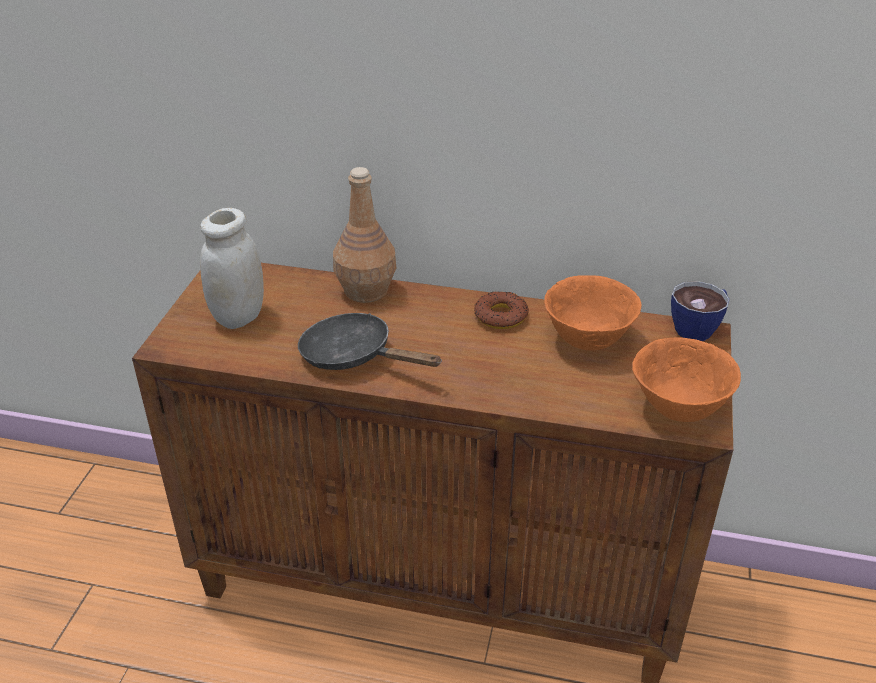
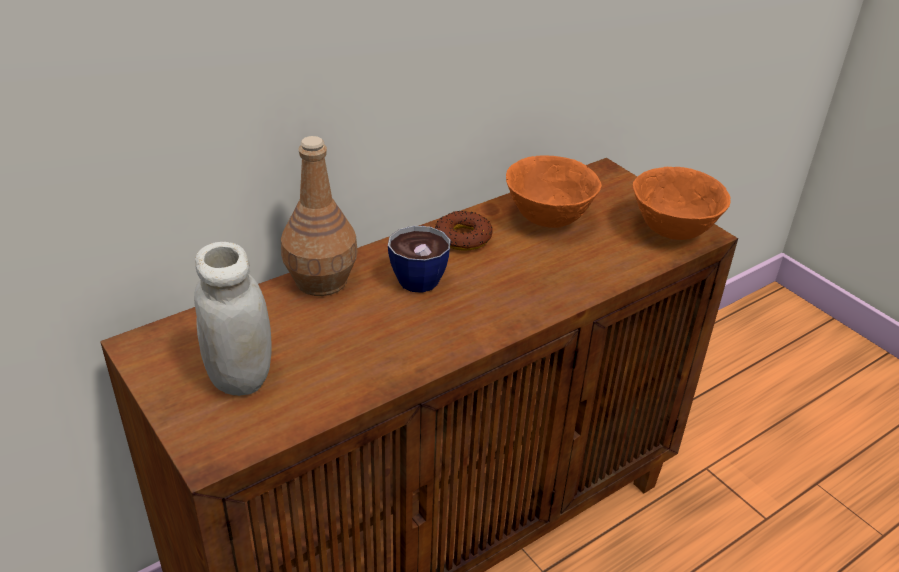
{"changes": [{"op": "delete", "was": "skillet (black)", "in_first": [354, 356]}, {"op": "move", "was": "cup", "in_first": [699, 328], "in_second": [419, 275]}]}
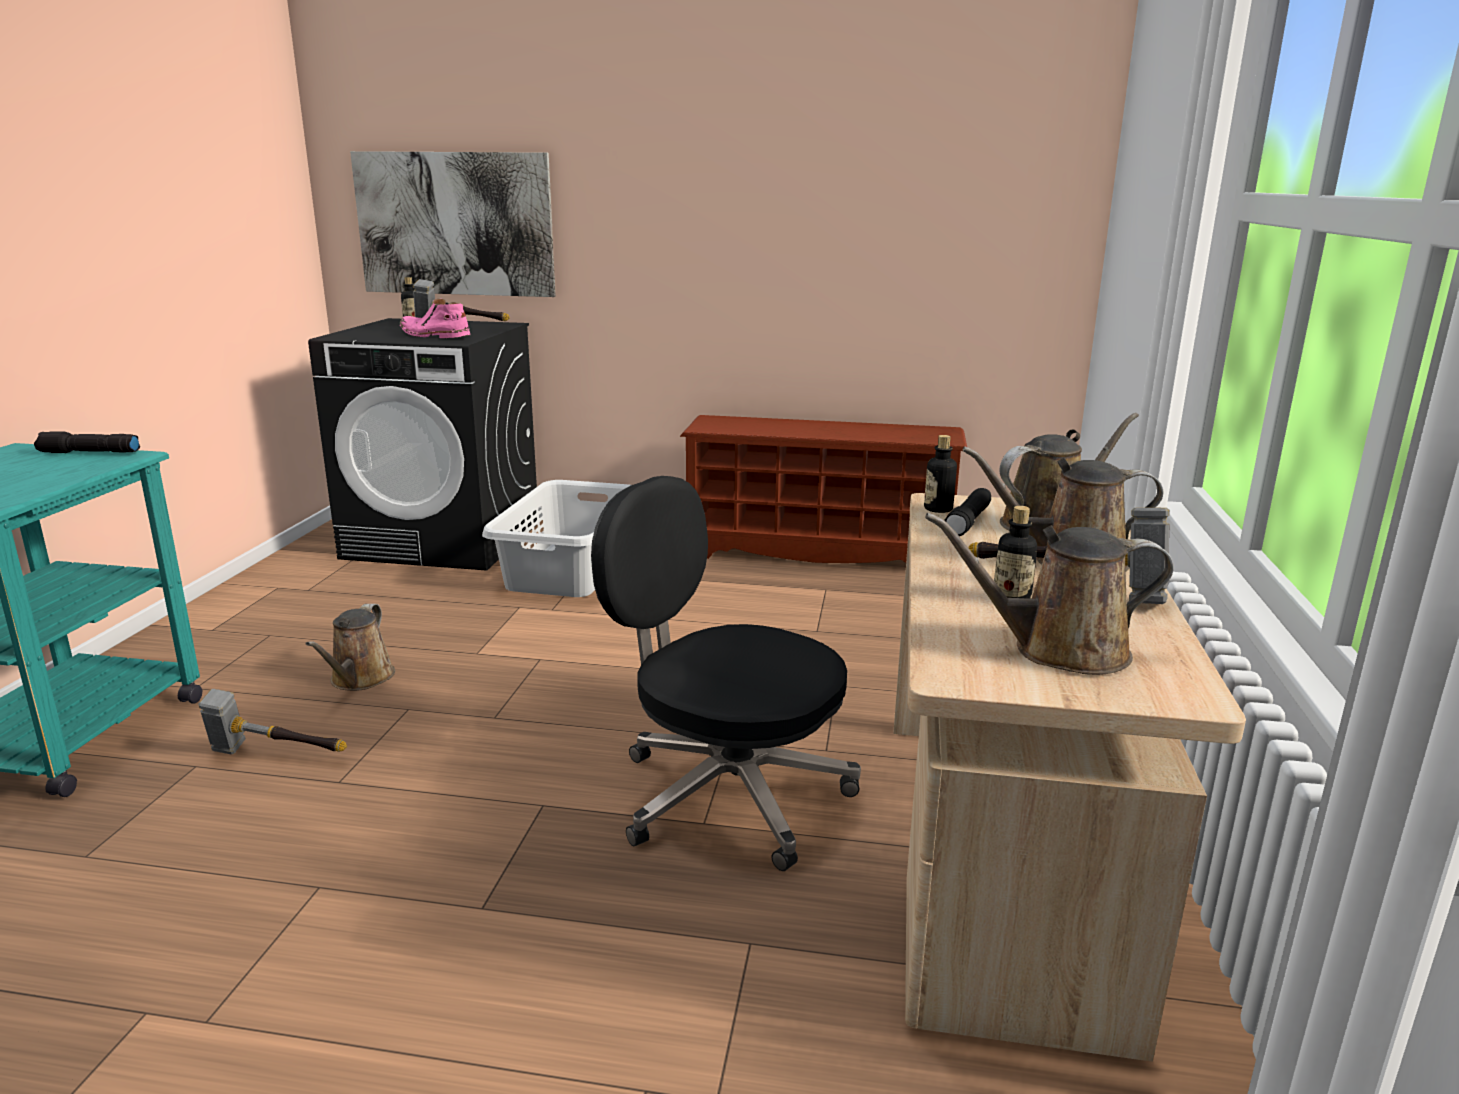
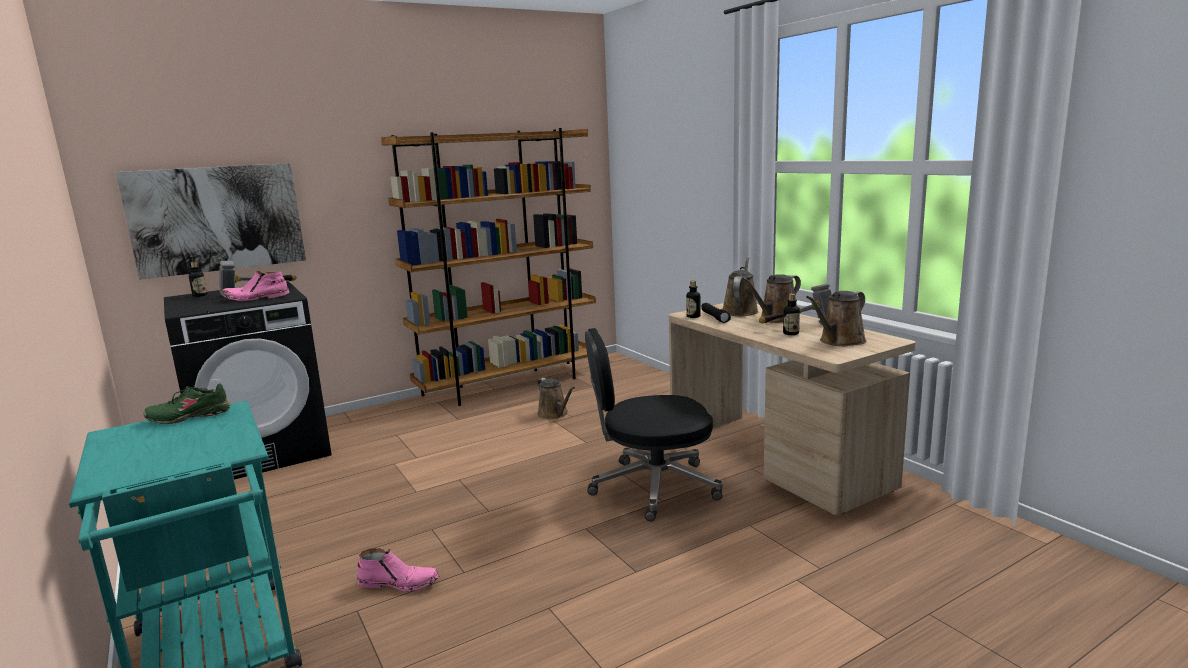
{"changes": [{"op": "delete", "was": "washing basket (gray)", "in_first": [571, 569]}, {"op": "move", "was": "watering can (brown-coloured)", "in_first": [359, 679], "in_second": [554, 414]}, {"op": "replace", "was": "hand torch (black)", "now": "item of footwear (green)", "in_first": [88, 453], "in_second": [189, 416]}, {"op": "replace", "was": "hand hammer", "now": "high-top boot (pink)", "in_first": [274, 757], "in_second": [399, 582]}, {"op": "replace", "was": "shoe rack (brown-coloured)", "now": "bookcase (brown-coloured)", "in_first": [820, 552], "in_second": [509, 384]}]}
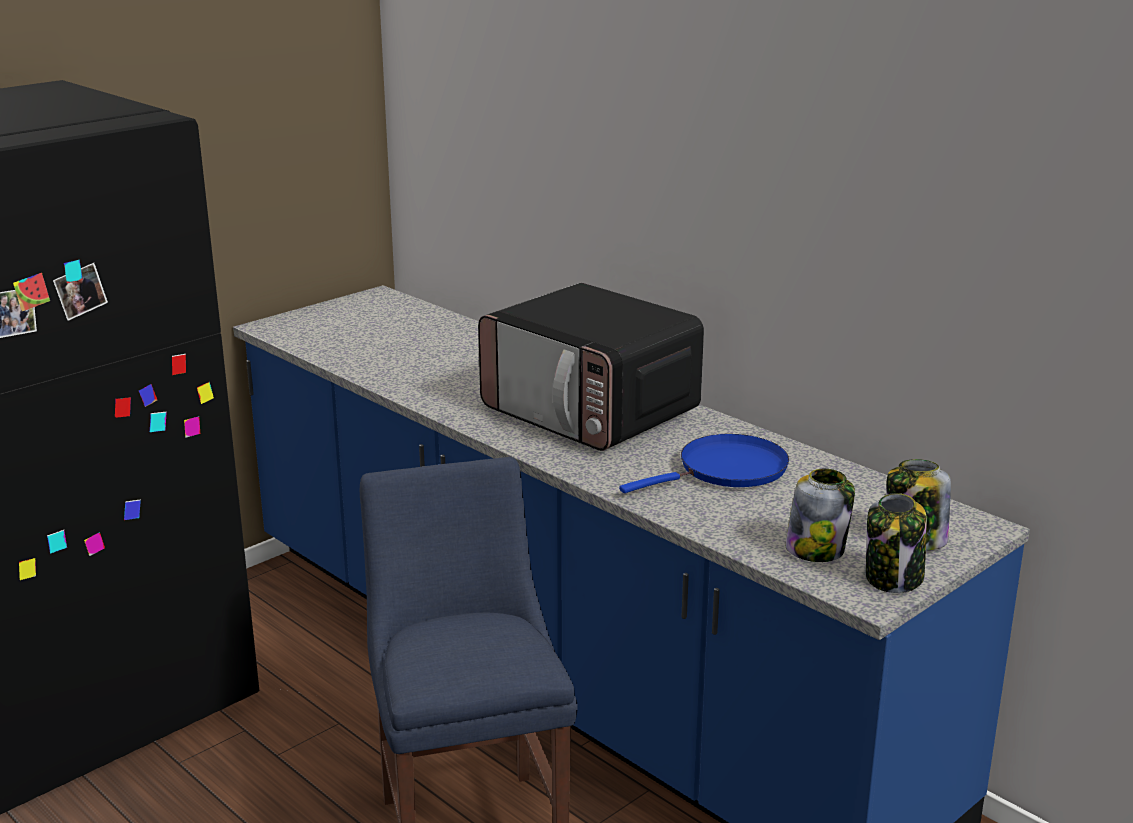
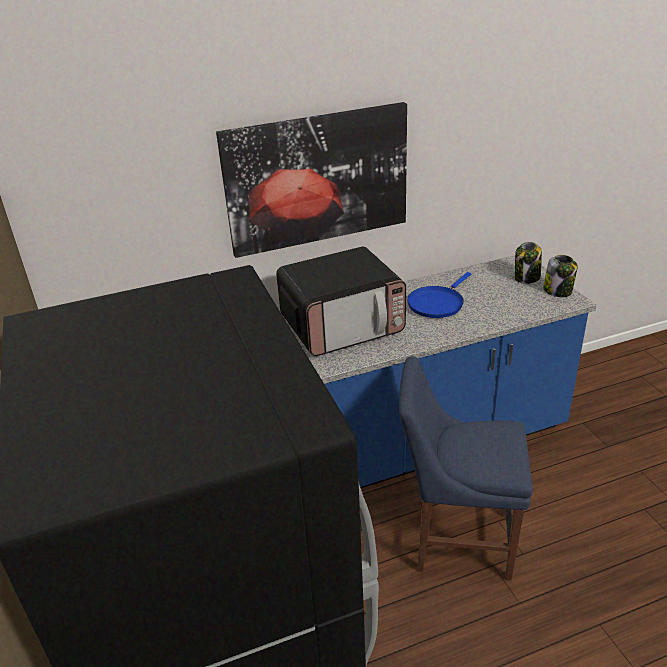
{"changes": [{"op": "delete", "was": "preserve jar", "in_first": [816, 549]}, {"op": "insert", "now": "picture", "in_second": [317, 179]}, {"op": "rotate", "was": "skillet (blue)", "in_first": [727, 470], "in_second": [437, 303], "clockwise": -135}]}
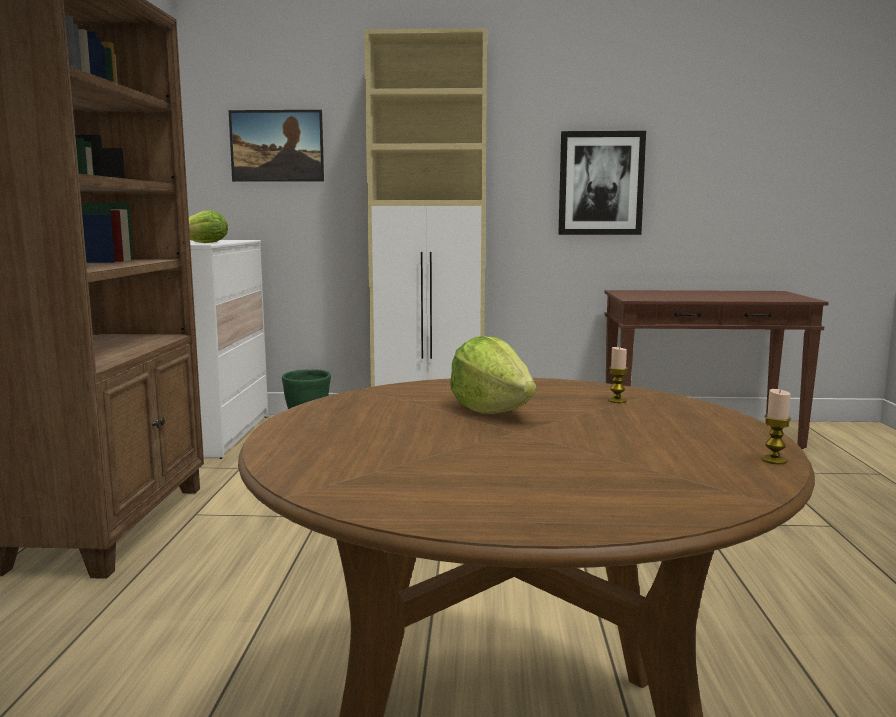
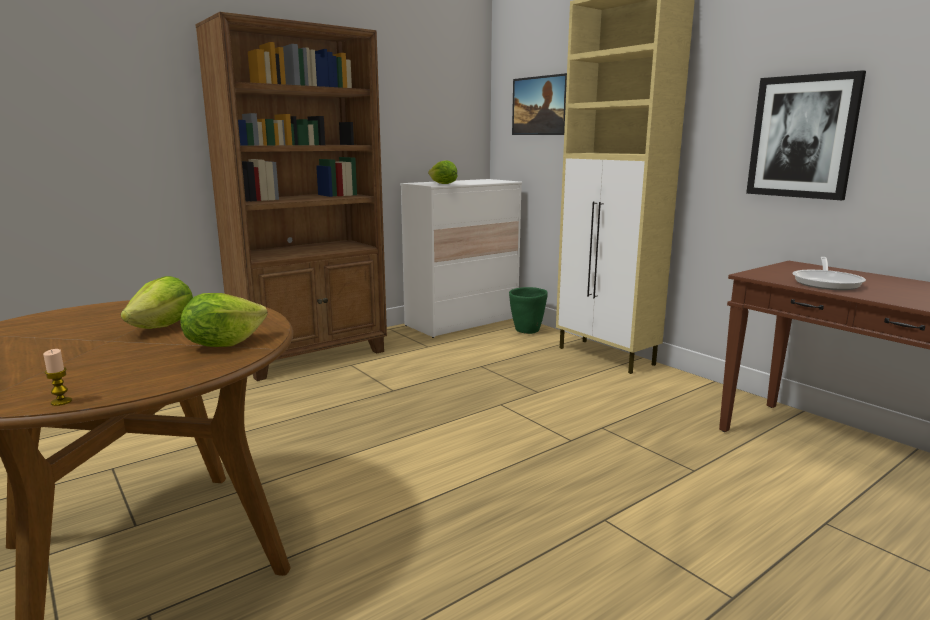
{"changes": [{"op": "insert", "now": "skillet", "in_second": [827, 282]}, {"op": "replace", "was": "wax candle", "now": "head of lettuce", "in_first": [617, 401], "in_second": [223, 344]}]}
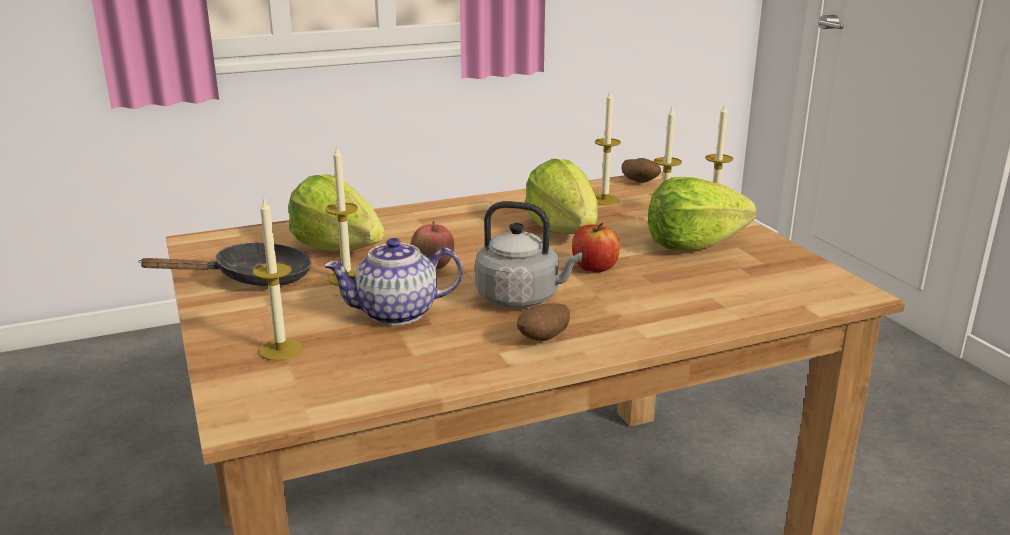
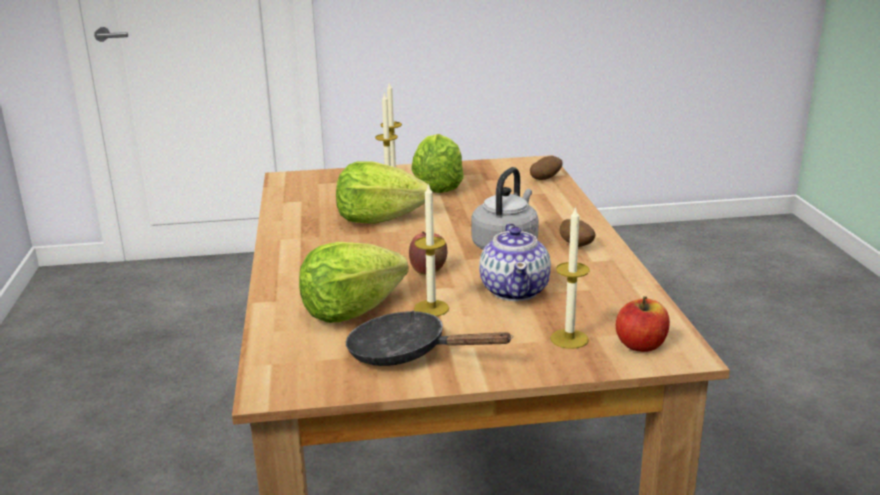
{"changes": [{"op": "delete", "was": "wax candle", "in_first": [604, 200]}, {"op": "move", "was": "apple fruit", "in_first": [594, 267], "in_second": [641, 345]}, {"op": "move", "was": "spud", "in_first": [640, 182], "in_second": [545, 179]}, {"op": "rotate", "was": "skillet (black)", "in_first": [254, 279], "in_second": [407, 353], "clockwise": -60}]}
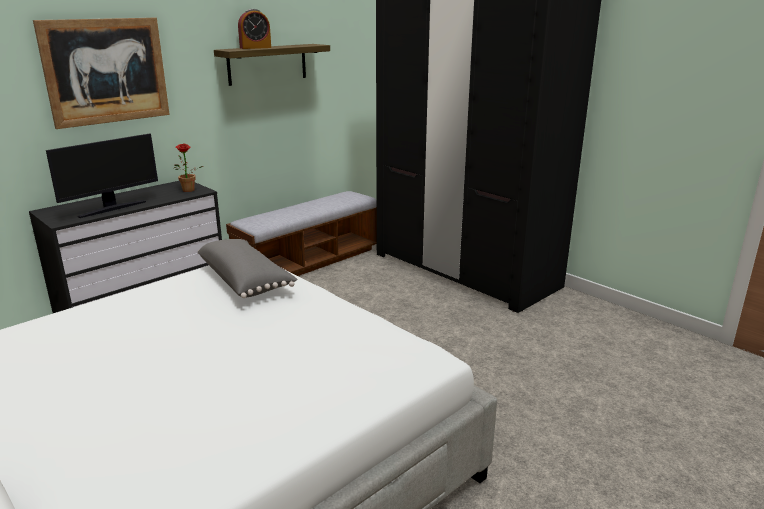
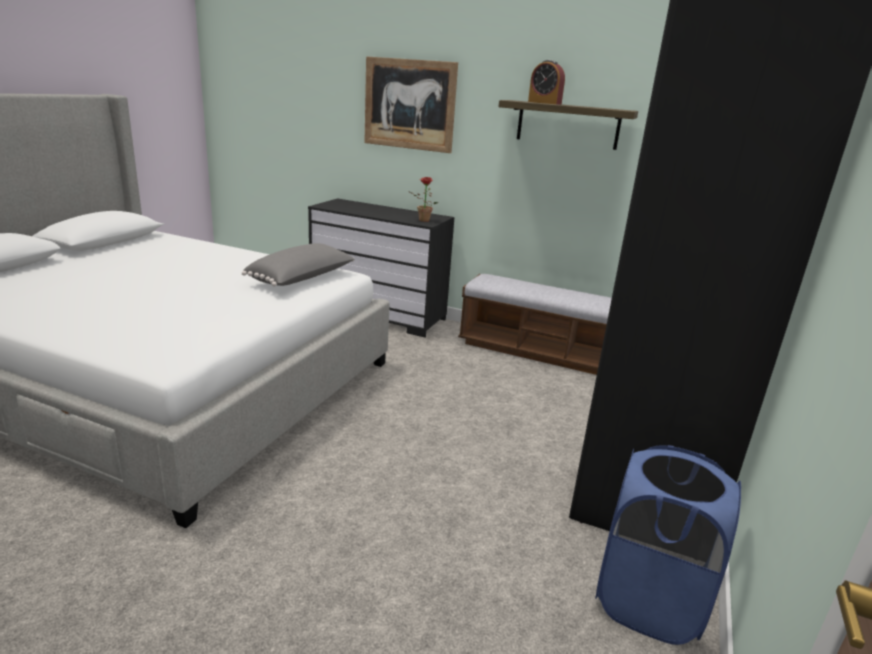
{"changes": [{"op": "delete", "was": "computer display", "in_first": [112, 208]}, {"op": "insert", "now": "washing basket (blue)", "in_second": [648, 601]}]}
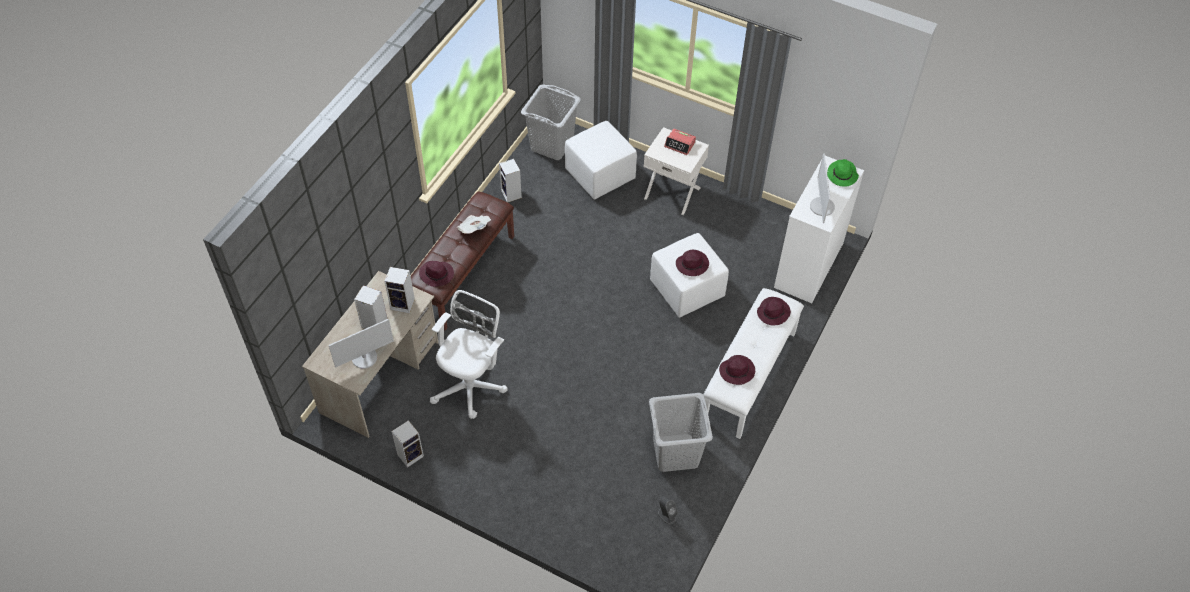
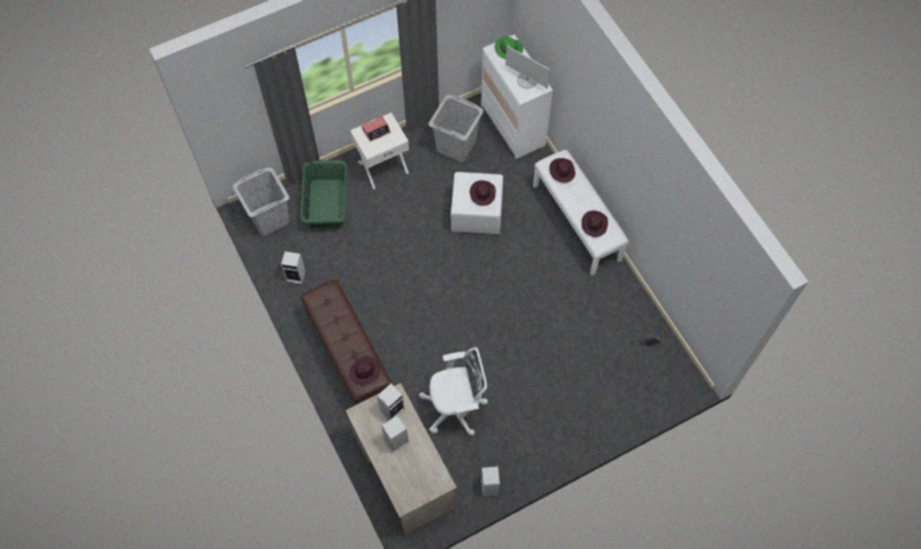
{"changes": [{"op": "delete", "was": "computer display", "in_first": [364, 358]}, {"op": "delete", "was": "newspaper", "in_first": [474, 229]}, {"op": "move", "was": "washing basket (gray)", "in_first": [676, 453], "in_second": [456, 146]}, {"op": "replace", "was": "ottoman (white)", "now": "washing basket (green)", "in_first": [599, 175], "in_second": [326, 204]}, {"op": "rotate", "was": "desk chair (white)", "in_first": [471, 385], "in_second": [456, 408], "clockwise": 105}]}
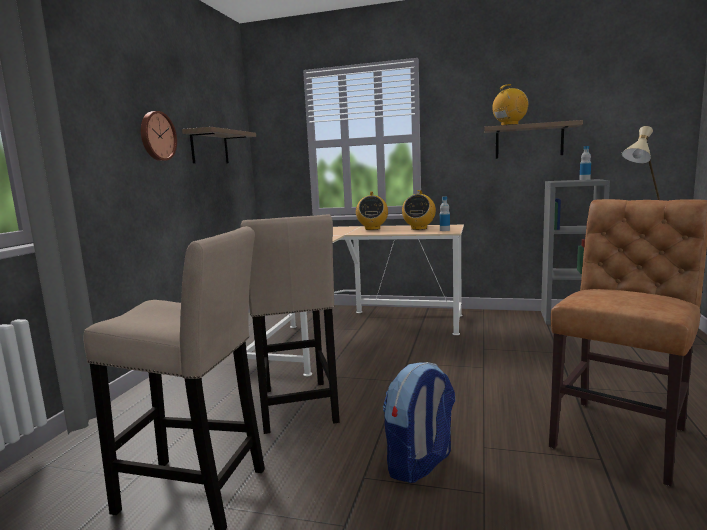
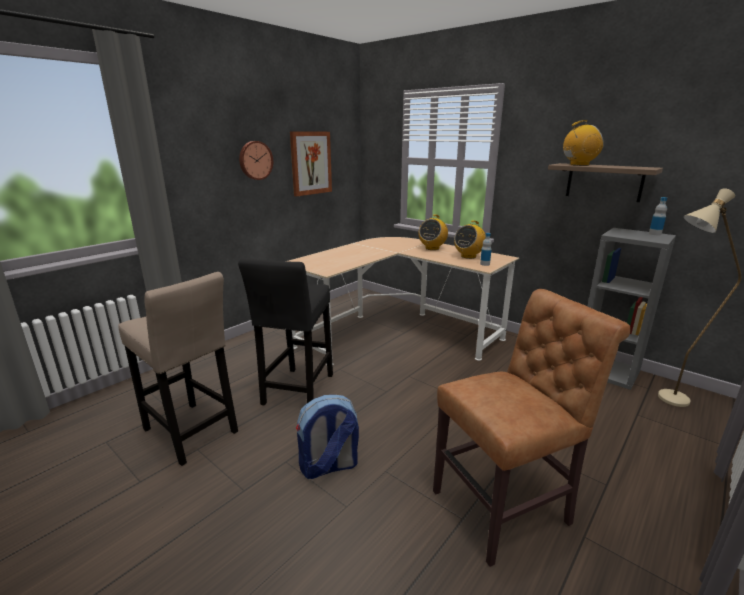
{"changes": [{"op": "replace", "was": "shelf", "now": "picture", "in_first": [209, 147], "in_second": [311, 163]}, {"op": "recolor", "was": "sitting stool (beige-coloured)", "now": "sitting stool (black)", "in_first": [298, 408], "in_second": [297, 392]}]}
